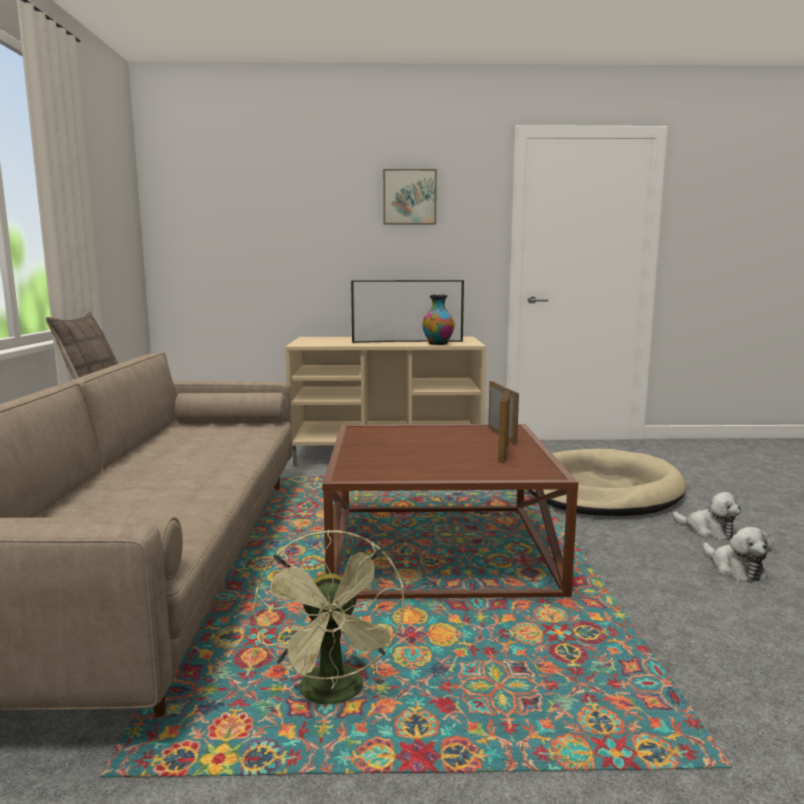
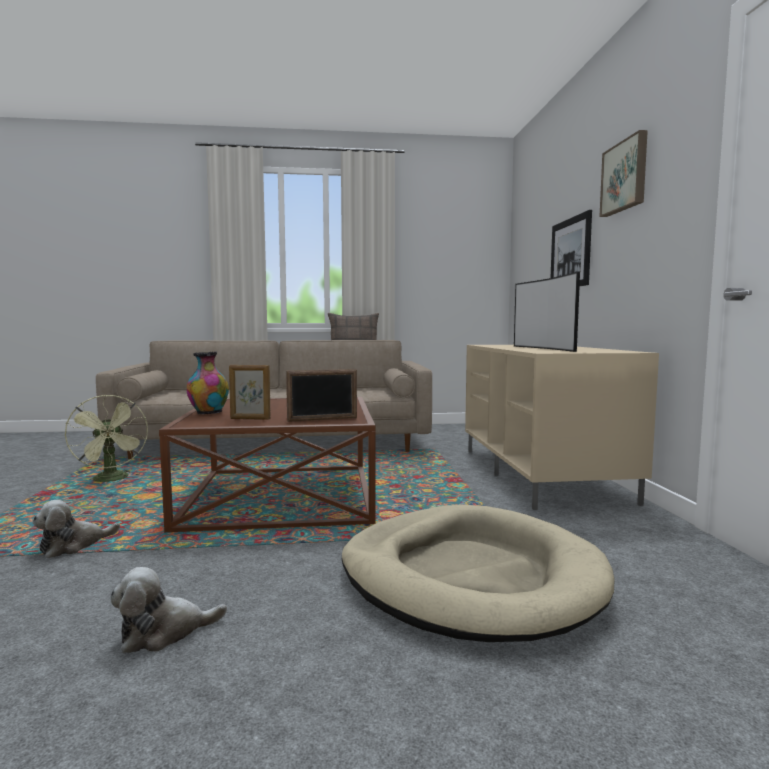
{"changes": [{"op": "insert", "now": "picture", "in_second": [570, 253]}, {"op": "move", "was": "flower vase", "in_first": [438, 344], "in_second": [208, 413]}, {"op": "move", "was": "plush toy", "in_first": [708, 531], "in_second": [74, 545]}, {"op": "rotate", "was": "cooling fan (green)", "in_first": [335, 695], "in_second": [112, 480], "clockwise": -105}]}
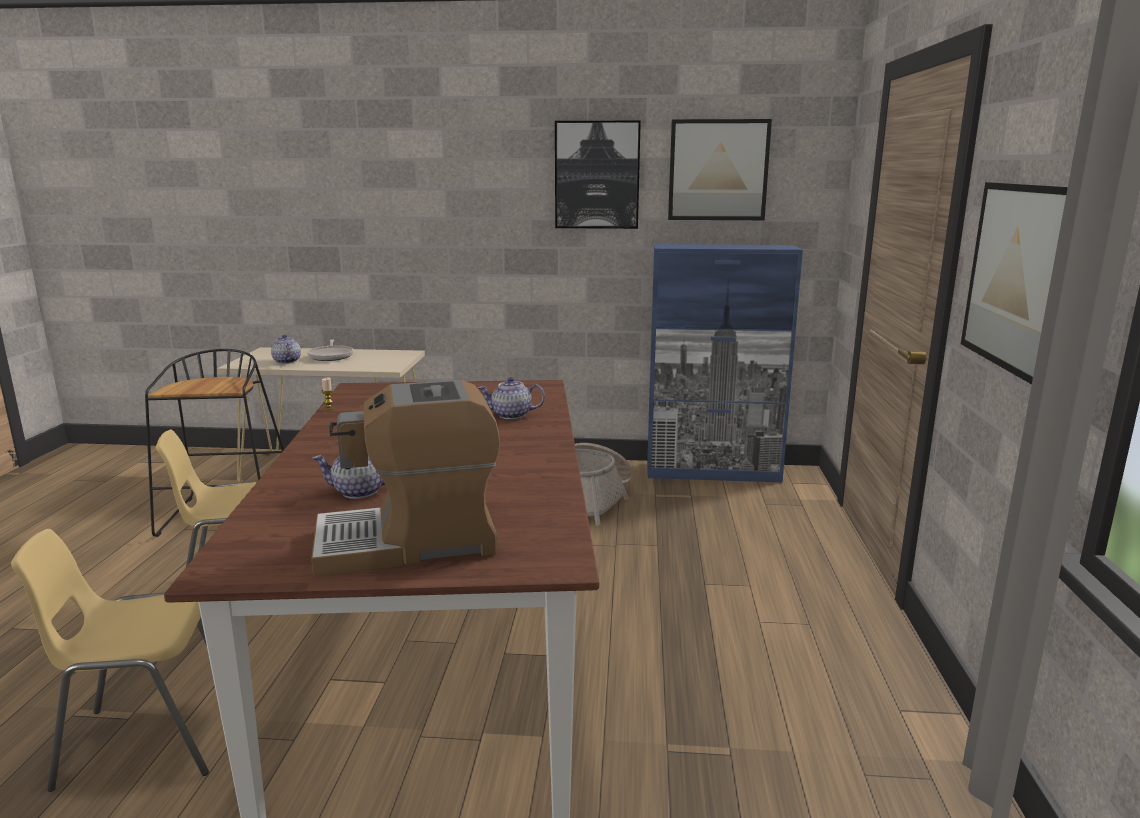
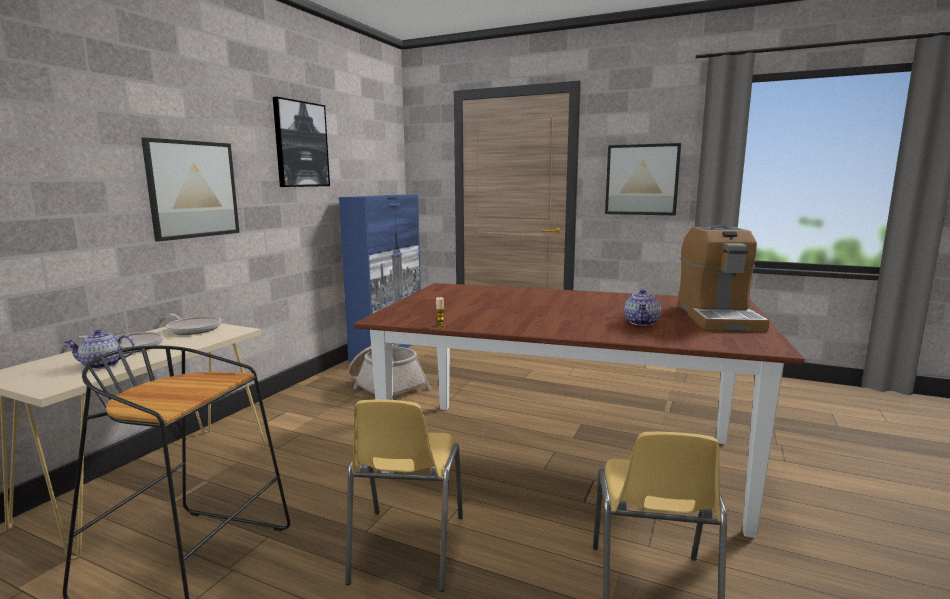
{"changes": [{"op": "delete", "was": "tea pot", "in_first": [511, 415]}, {"op": "insert", "now": "skillet", "in_second": [193, 329]}, {"op": "move", "was": "picture", "in_first": [718, 170], "in_second": [193, 189]}]}
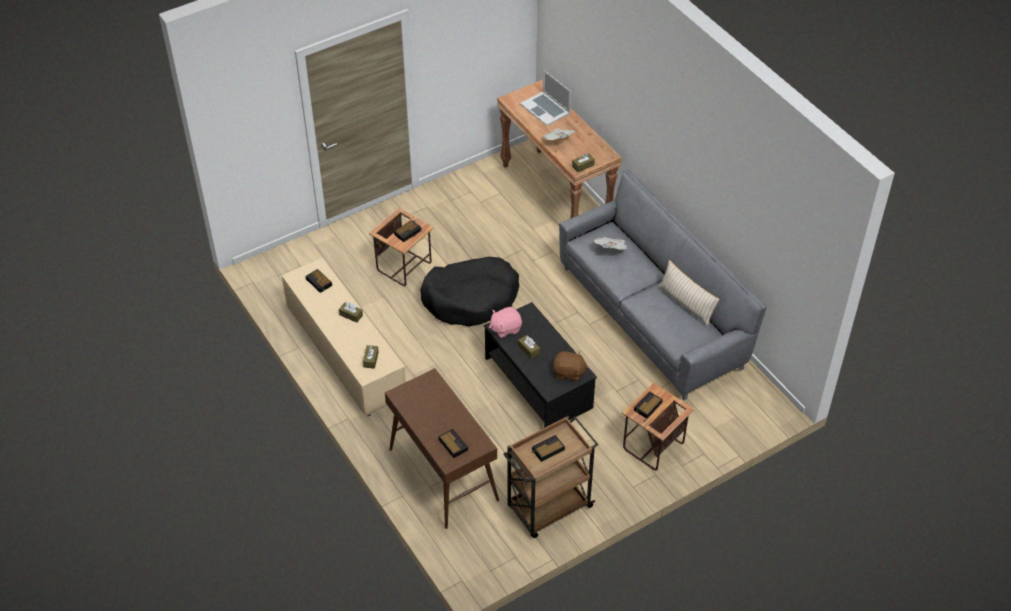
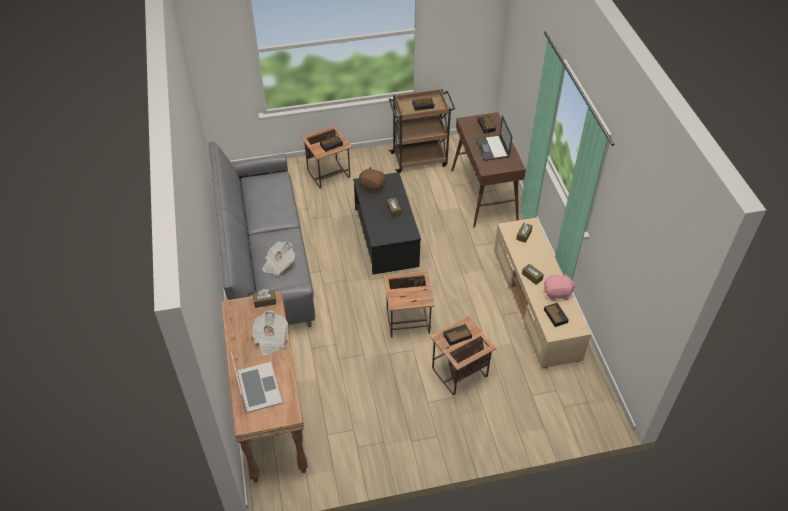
{"changes": [{"op": "delete", "was": "throw pillow (beige-coloured)", "in_first": [686, 303]}, {"op": "insert", "now": "notebook computer", "in_second": [492, 148]}, {"op": "move", "was": "plush toy (pink)", "in_first": [505, 328], "in_second": [557, 293]}, {"op": "replace", "was": "pet bed (black)", "now": "side table", "in_first": [471, 298], "in_second": [409, 322]}]}
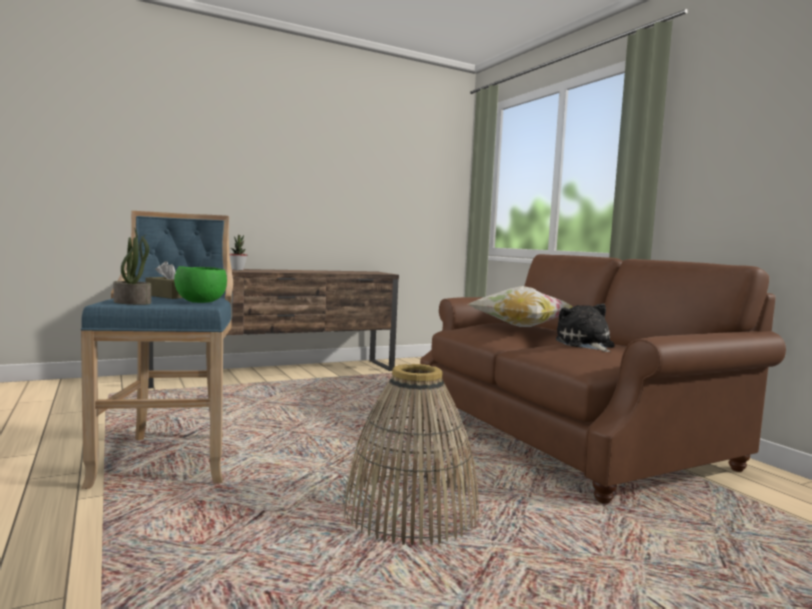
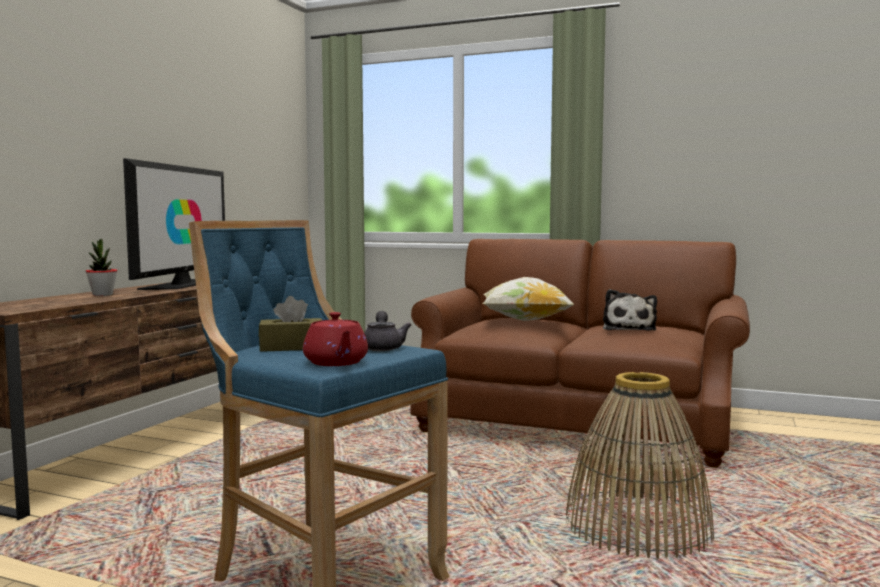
{"changes": [{"op": "insert", "now": "television", "in_second": [181, 285]}, {"op": "replace", "was": "houseplant", "now": "tea pot (red)", "in_first": [133, 302], "in_second": [336, 363]}, {"op": "replace", "was": "deep dish (green)", "now": "tea pot (gray)", "in_first": [200, 302], "in_second": [383, 347]}, {"op": "rotate", "was": "plush toy", "in_first": [585, 344], "in_second": [628, 328], "clockwise": -120}]}
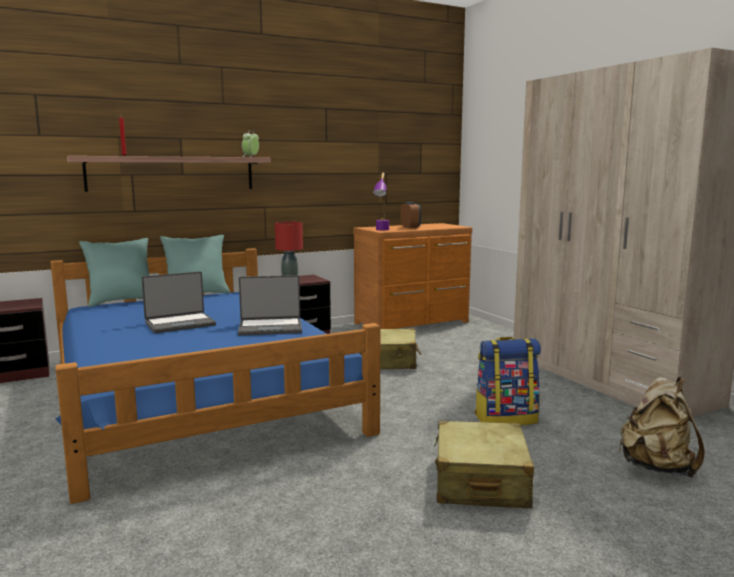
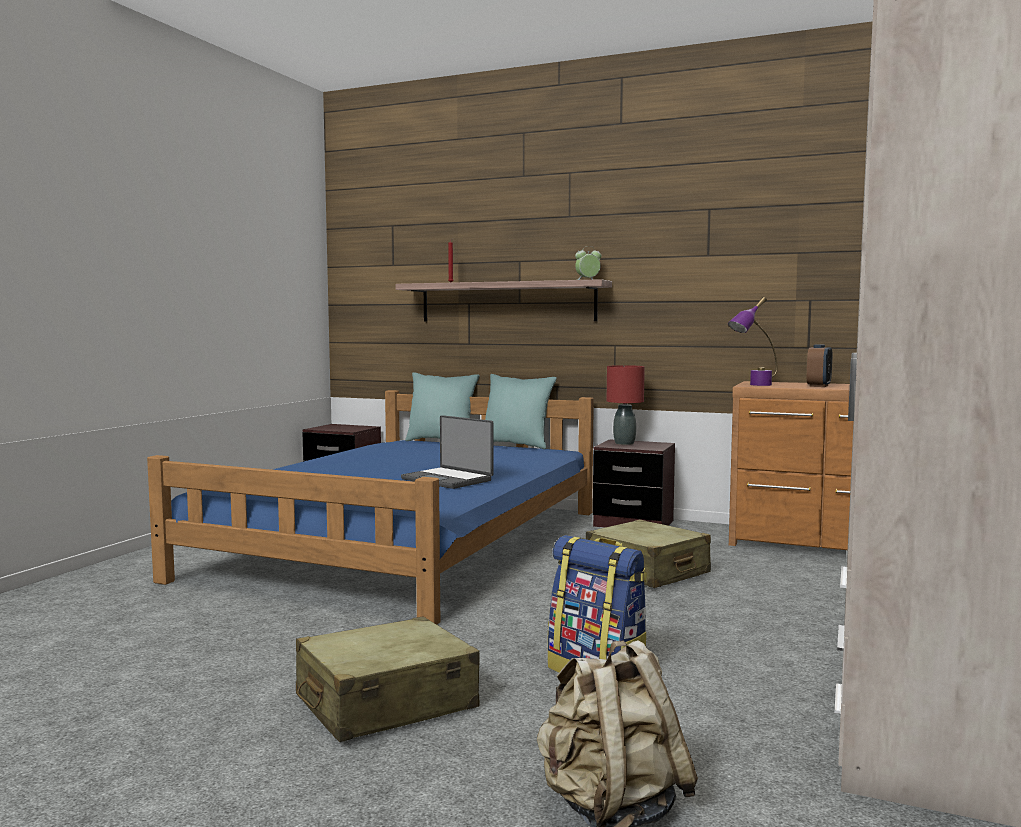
{"changes": [{"op": "delete", "was": "notebook computer", "in_first": [180, 324]}]}
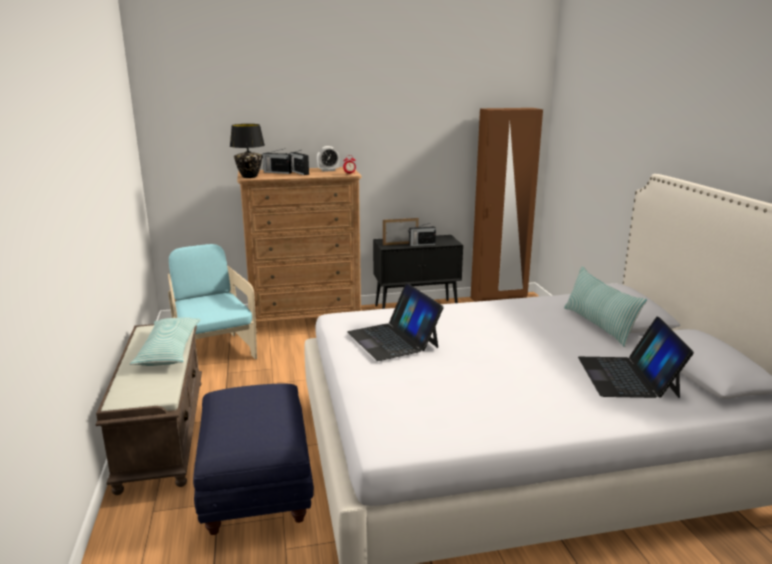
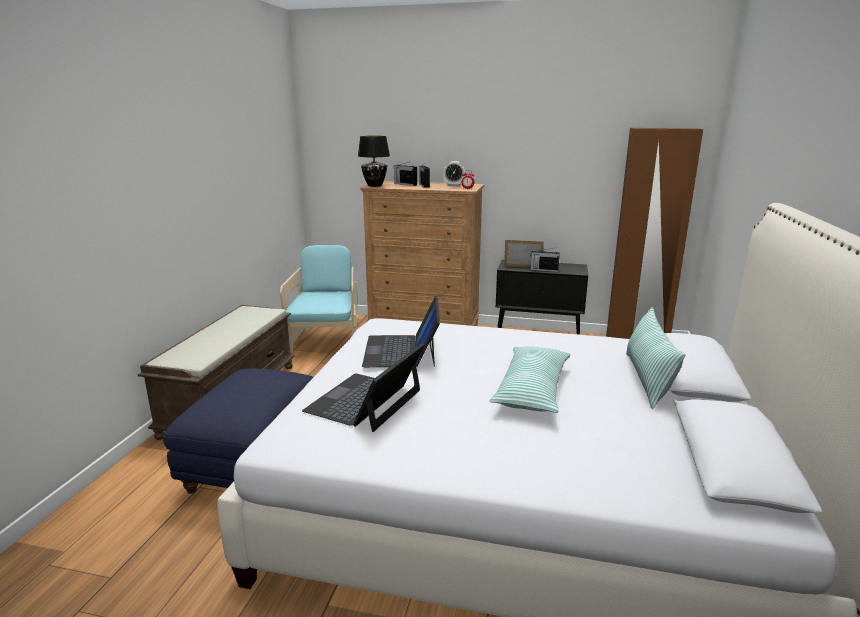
{"changes": [{"op": "move", "was": "throw pillow", "in_first": [169, 351], "in_second": [532, 389]}, {"op": "move", "was": "notebook computer", "in_first": [628, 376], "in_second": [365, 401]}]}
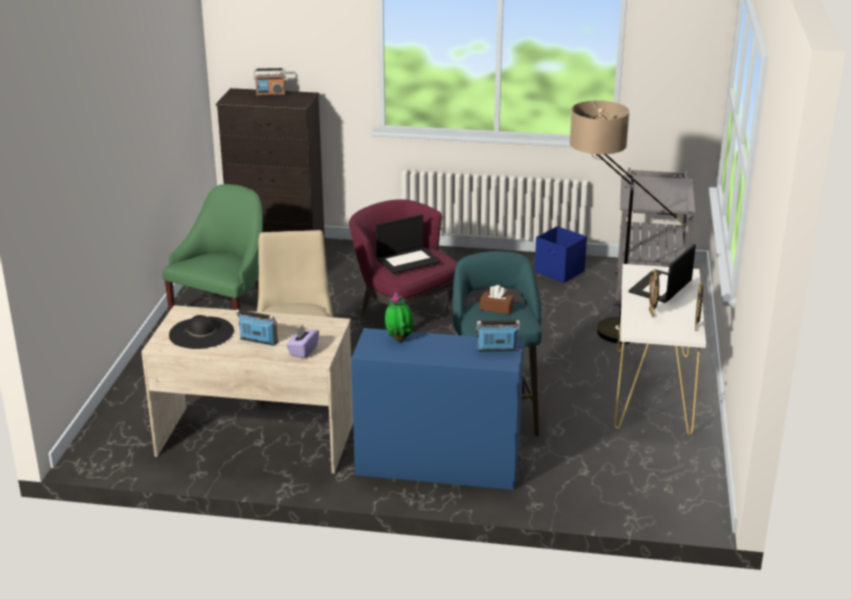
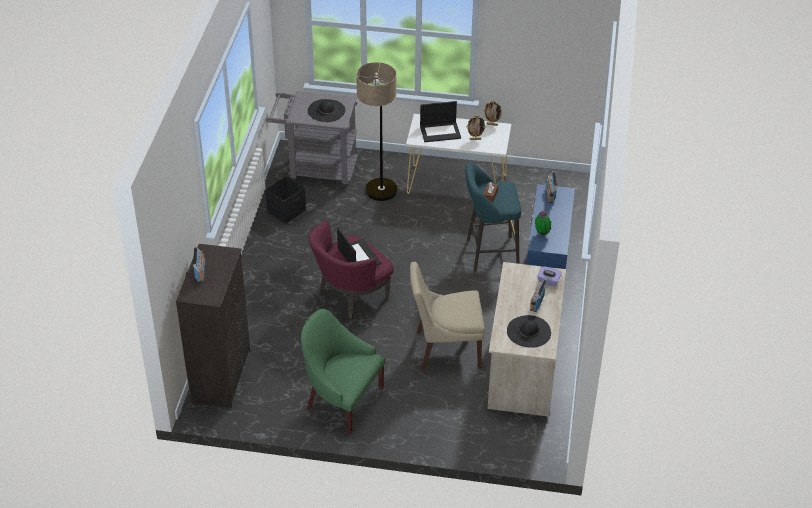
{"changes": [{"op": "insert", "now": "wearable hat (black)", "in_second": [326, 110]}, {"op": "recolor", "was": "storage container (blue)", "now": "storage container (black)", "in_first": [559, 272], "in_second": [287, 211]}, {"op": "rotate", "was": "notebook computer", "in_first": [660, 287], "in_second": [440, 132], "clockwise": -45}]}
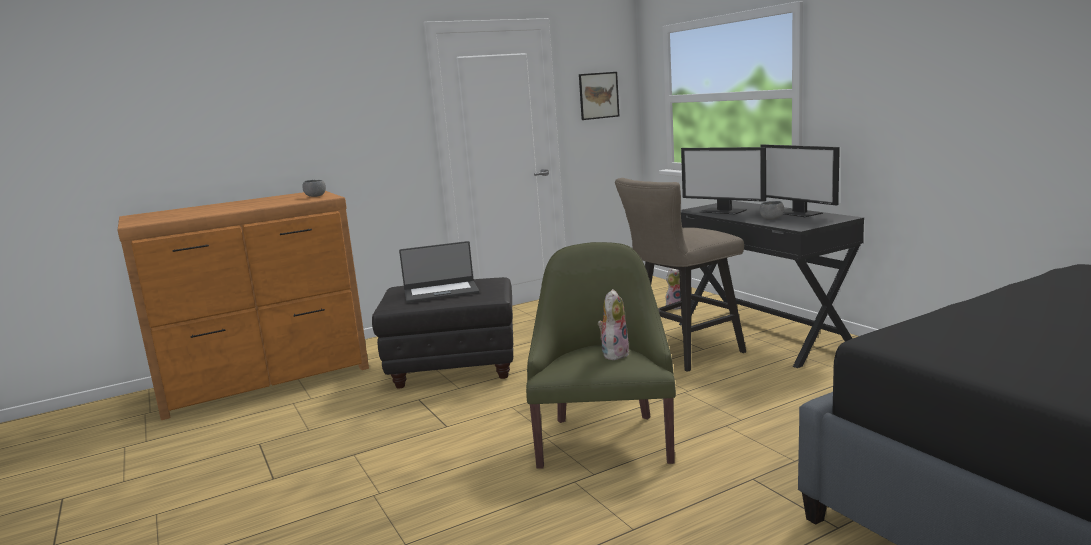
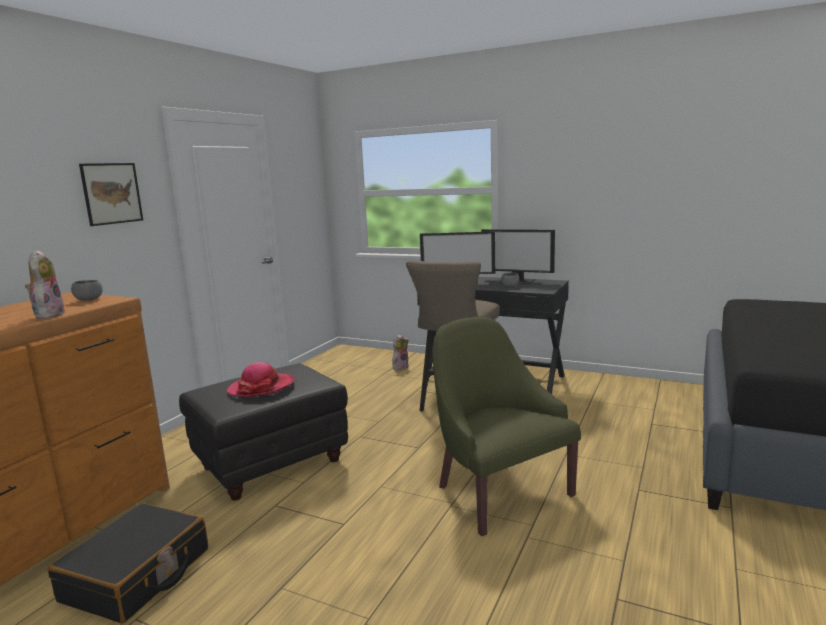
{"changes": [{"op": "insert", "now": "suitcase (black)", "in_second": [137, 575]}, {"op": "move", "was": "picture", "in_first": [598, 95], "in_second": [112, 193]}, {"op": "move", "was": "plush toy", "in_first": [614, 353], "in_second": [48, 315]}, {"op": "replace", "was": "notebook computer", "now": "wearable hat", "in_first": [441, 292], "in_second": [261, 388]}]}
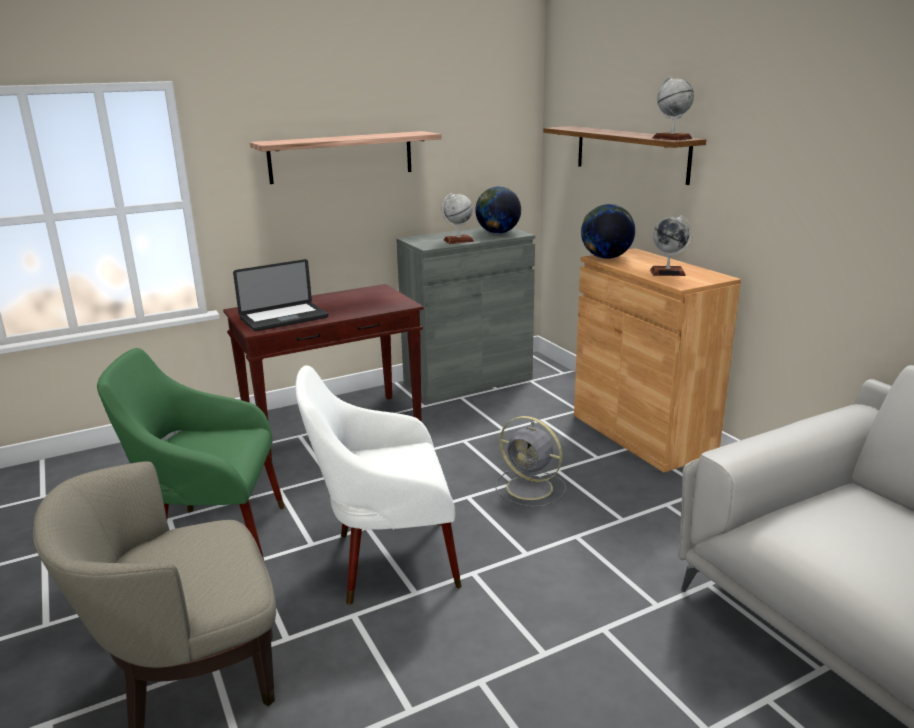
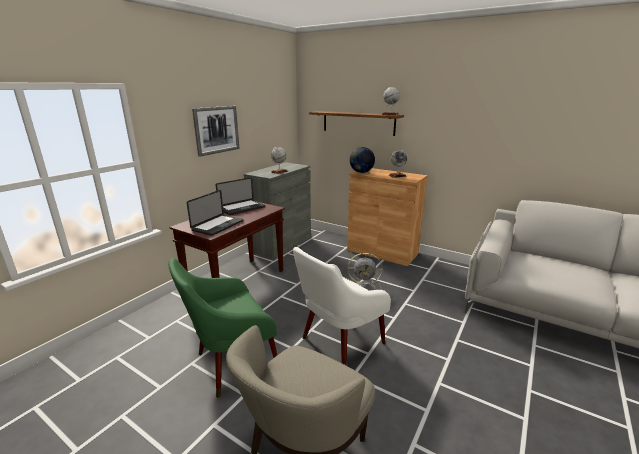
{"changes": [{"op": "delete", "was": "globe", "in_first": [498, 233]}, {"op": "insert", "now": "notebook computer", "in_second": [242, 208]}, {"op": "replace", "was": "shelf", "now": "picture", "in_first": [341, 157], "in_second": [216, 130]}]}
